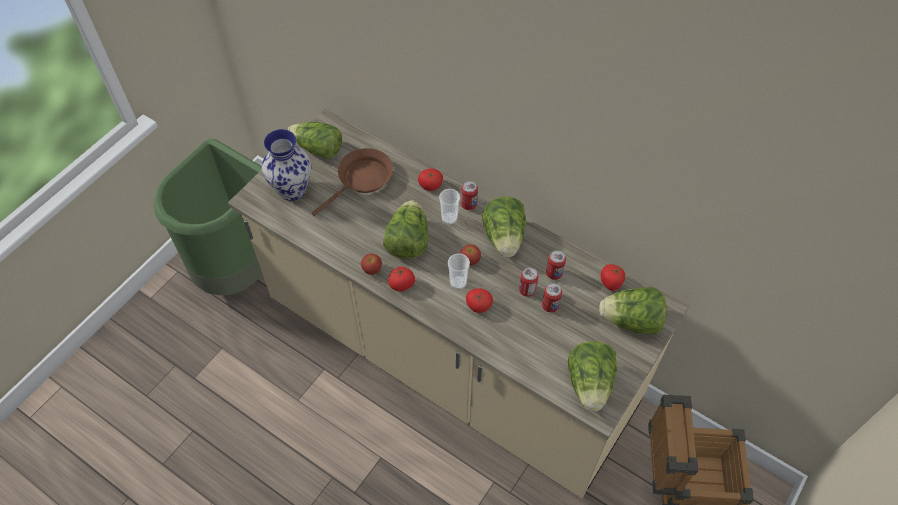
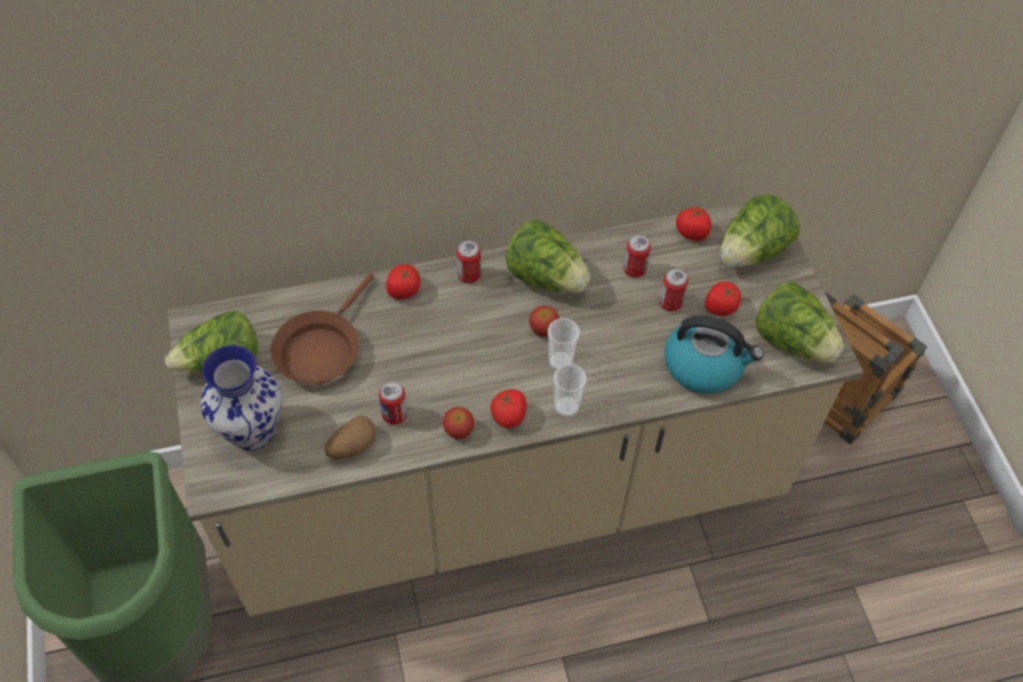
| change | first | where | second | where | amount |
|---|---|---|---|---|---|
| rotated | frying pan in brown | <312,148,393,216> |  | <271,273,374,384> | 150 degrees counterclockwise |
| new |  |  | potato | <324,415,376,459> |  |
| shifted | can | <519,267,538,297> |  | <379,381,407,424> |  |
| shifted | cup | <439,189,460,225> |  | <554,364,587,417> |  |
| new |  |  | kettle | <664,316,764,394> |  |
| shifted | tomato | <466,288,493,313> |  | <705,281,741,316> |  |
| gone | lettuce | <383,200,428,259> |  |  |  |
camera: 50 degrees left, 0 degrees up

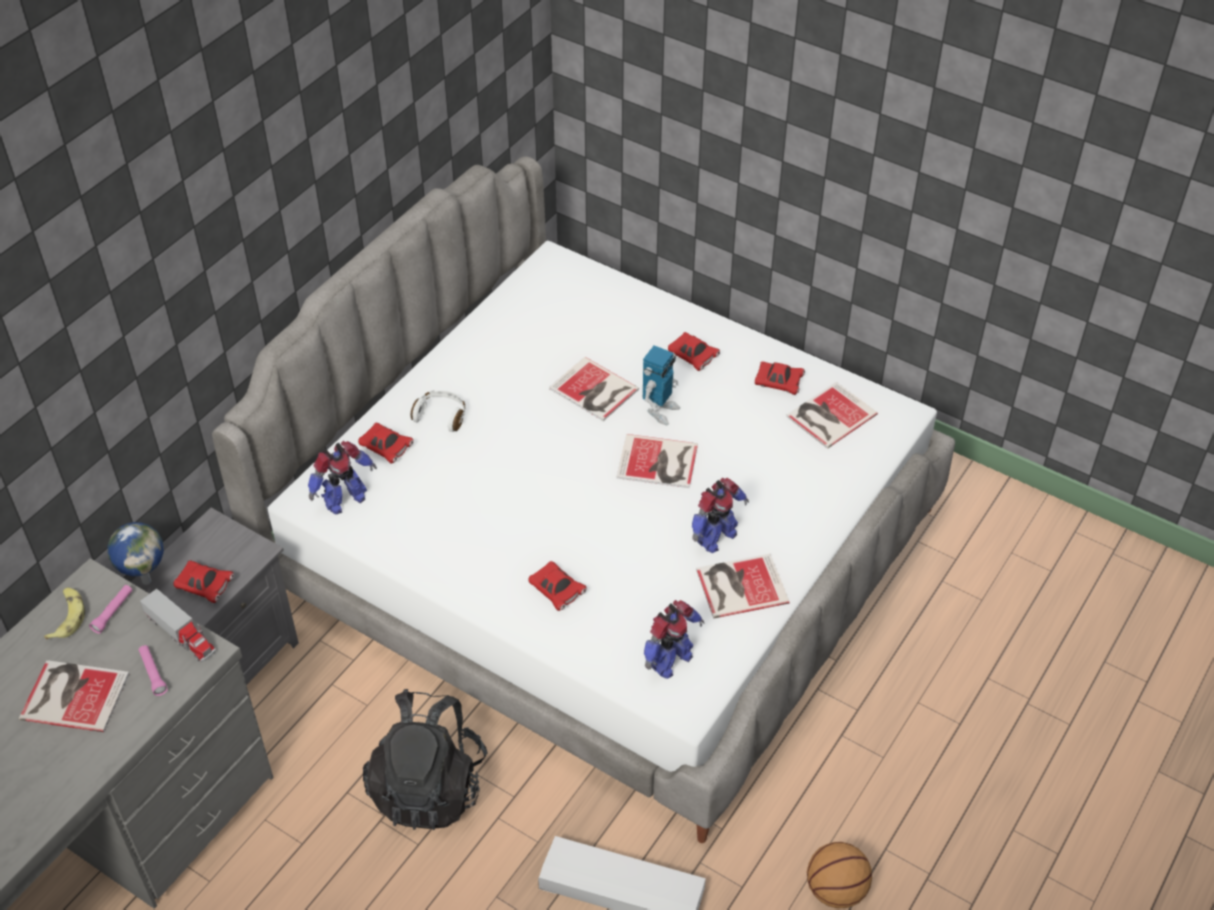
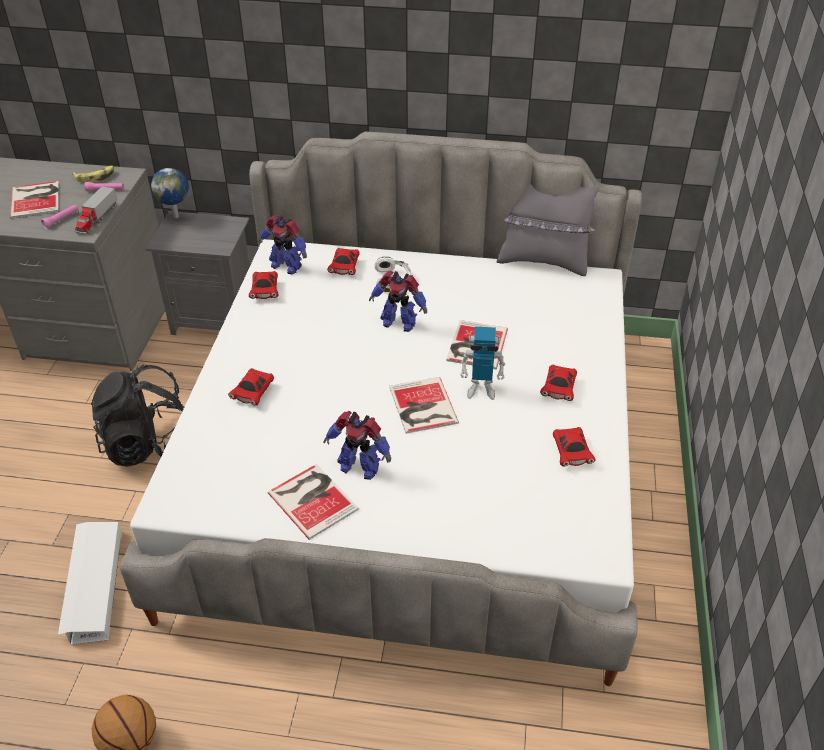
| change | first | where | second | where | amount |
|---|---|---|---|---|---|
| shifted | toy car in red | <173,561,234,603> |  | <249,271,279,299> |  |
| shifted | toy robot | <644,600,704,679> |  | <369,271,427,332> |  |
| new |  |  | pillow in grey | <497,184,599,276> |  |
| gone | book | <786,382,878,449> |  |  |  |
camera: 65 degrees right, 5 degrees down

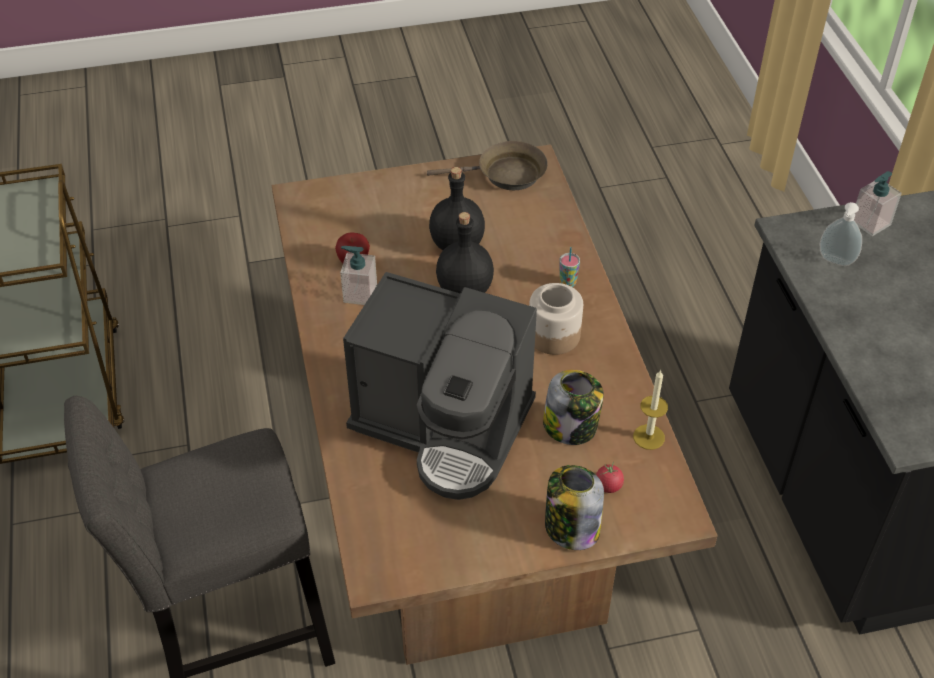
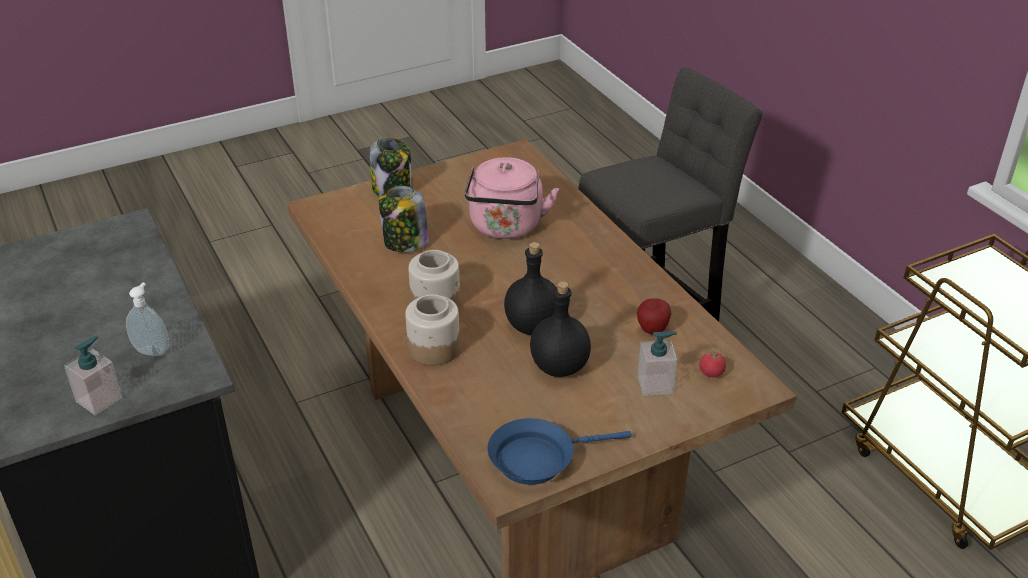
| change | first | where | second | where | amount |
|---|---|---|---|---|---|
| swapped | cup | <560,247,580,287> | jar | <405,294,460,366> |  |
| swapped | coffee machine | <343,272,537,500> | kettle in pink | <465,157,559,239> |  |
| repainted | frying pan in brown | <427,141,548,190> | frying pan in blue | <487,418,632,485> |  |
| shifted | soap dispenser | <340,246,377,305> |  | <638,331,677,396> |  |
| shifted | tomato | <596,462,624,493> |  | <699,349,726,377> |  |
| gone | candle | <633,369,668,450> |  |  |  |
camera: 165 degrees right, 10 degrees down

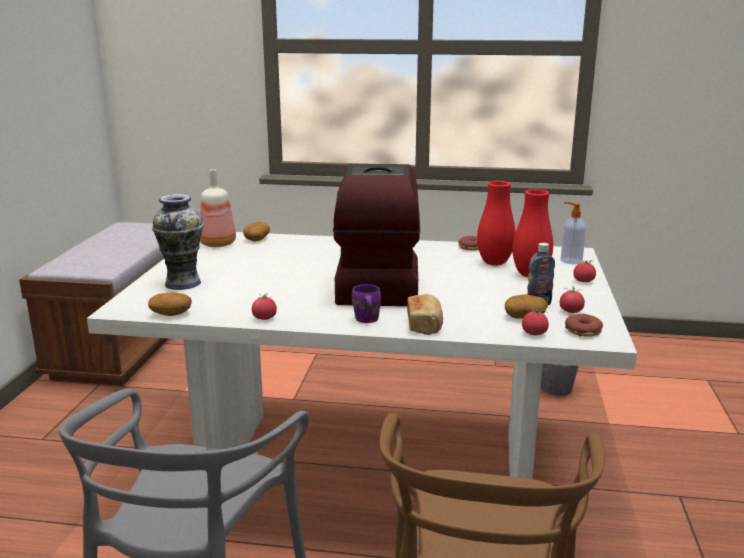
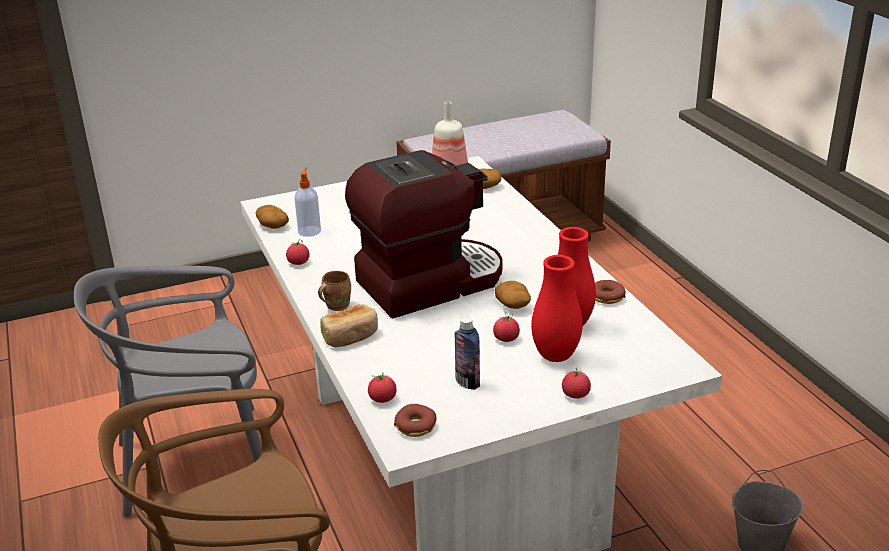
| change | first | where | second | where | amount |
|---|---|---|---|---|---|
| shifted | soap dispenser | <560,202,586,264> |  | <294,168,321,237> |  |
| repainted | mug in purple | <352,284,381,323> | mug in brown | <318,271,351,311> |  |
| shifted | tomato | <560,288,585,313> |  | <493,312,520,342> |  |
| shifted | potato | <505,294,548,319> |  | <495,281,531,309> |  |
| gone | vase | <152,194,204,290> |  |  |  |
camera: 60 degrees right, 10 degrees up

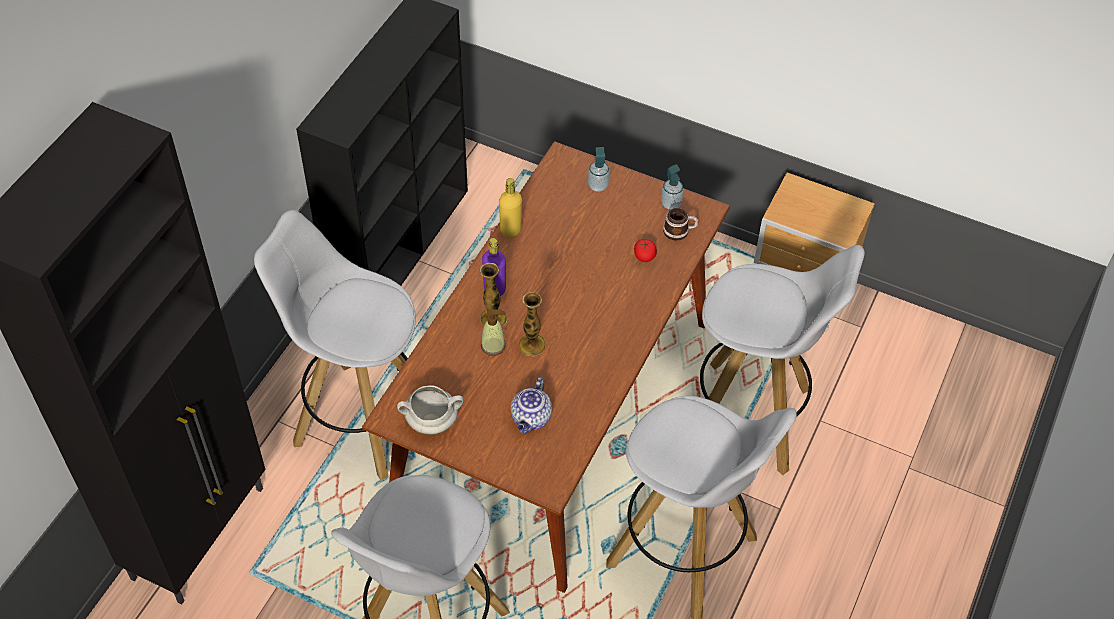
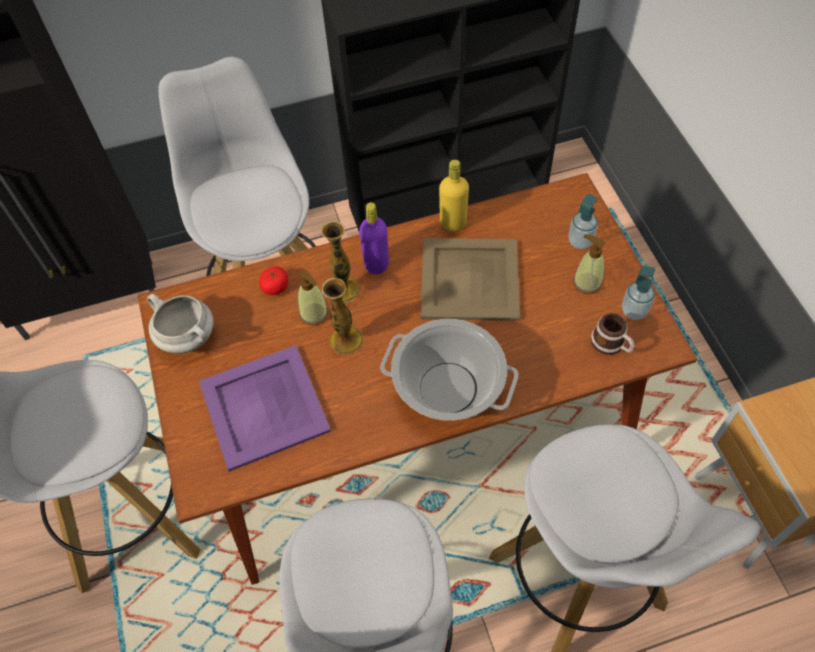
| change | first | where | second | where | amount |
|---|---|---|---|---|---|
| swapped | teapot | <511,377,552,434> | tray in purple | <199,345,331,472> |  |
| shifted | tomato | <634,239,657,262> |  | <259,266,288,295> |  |
| new |  |  | cooking pot | <380,319,518,421> |  |
| new |  |  | tray in beige | <421,238,520,321> |  |
| new |  |  | soap dispenser | <573,234,606,294> |  |
camera: 50 degrees right, 5 degrees up

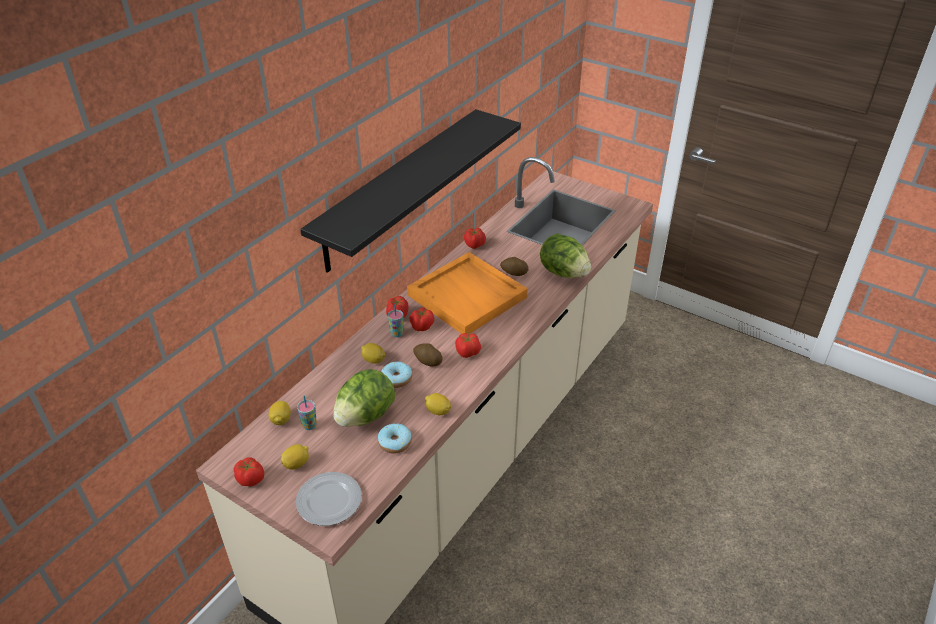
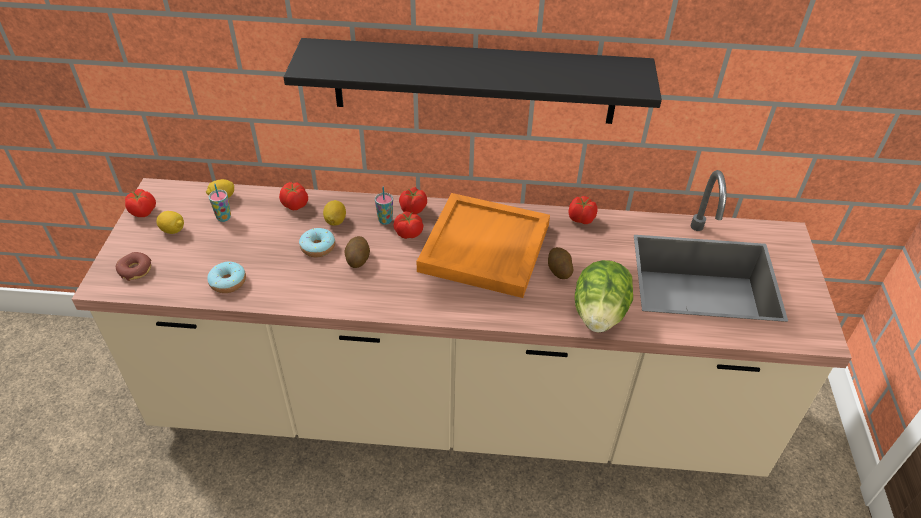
| change | first | where | second | where | amount |
|---|---|---|---|---|---|
| swapped | plate | <296,472,362,526> | donut | <116,252,151,281> |  |
| shifted | tomato | <455,333,481,358> |  | <279,182,308,210> |  |
| gone | lettuce | <333,369,395,427> |  |  |  |
| gone | lemon | <425,393,451,415> |  |  |  |
camera: 60 degrees right, 5 degrees up

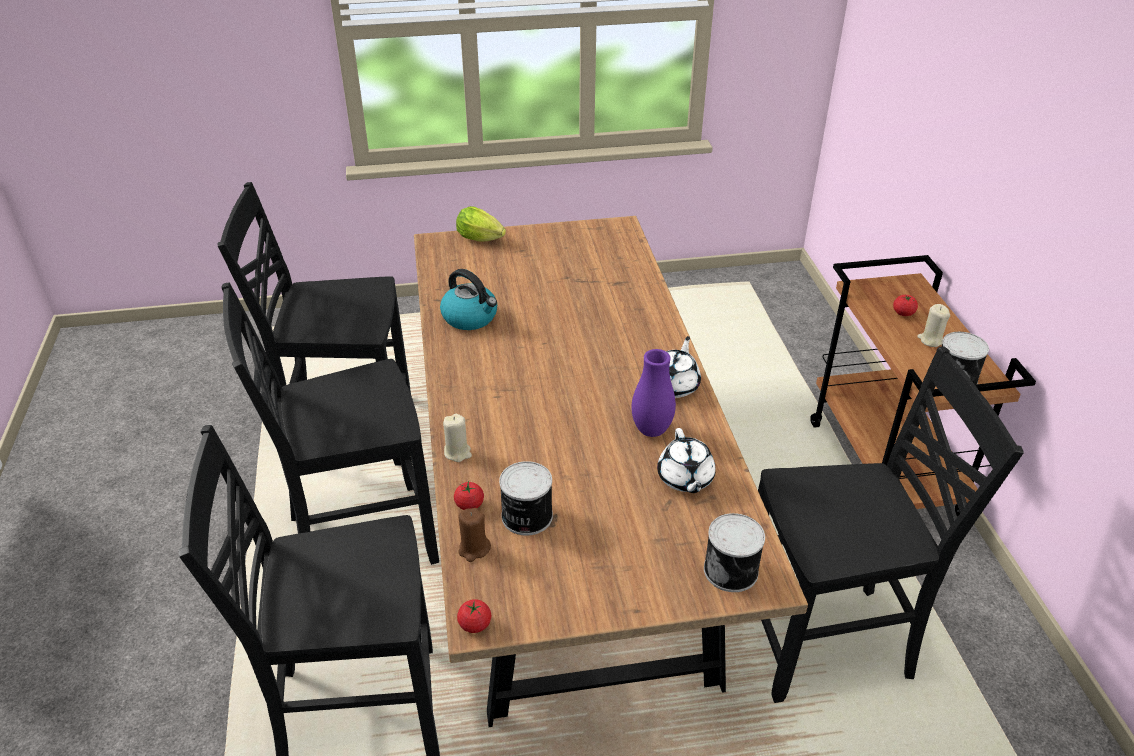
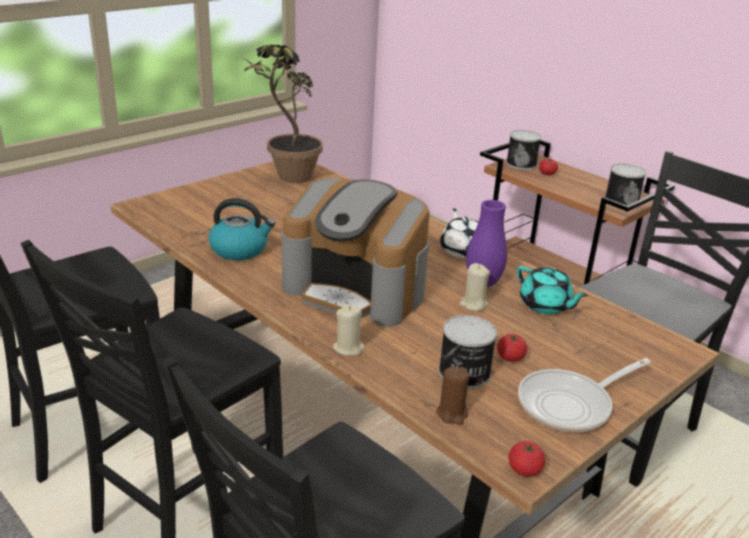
| change | first | where | second | where | amount |
|---|---|---|---|---|---|
| new |  |  | potted plant | <241,45,323,183> |  |
| new |  |  | coffee machine | <281,178,430,327> |  |
| shifted | candle in beige | <917,304,950,347> |  | <459,263,490,311> |  |
| shifted | tomato | <454,481,484,510> |  | <497,334,527,362> |  |
| shifted | can | <704,513,765,592> |  | <506,130,541,170> |  |
| repainted | teapot in white | <657,428,716,493> | teapot in turquoise | <517,266,588,314> |  |
| new |  |  | frying pan | <518,358,651,433> |  |
| gone | lettuce | <456,206,506,242> |  |  |  |
camera: 35 degrees left, 10 degrees down

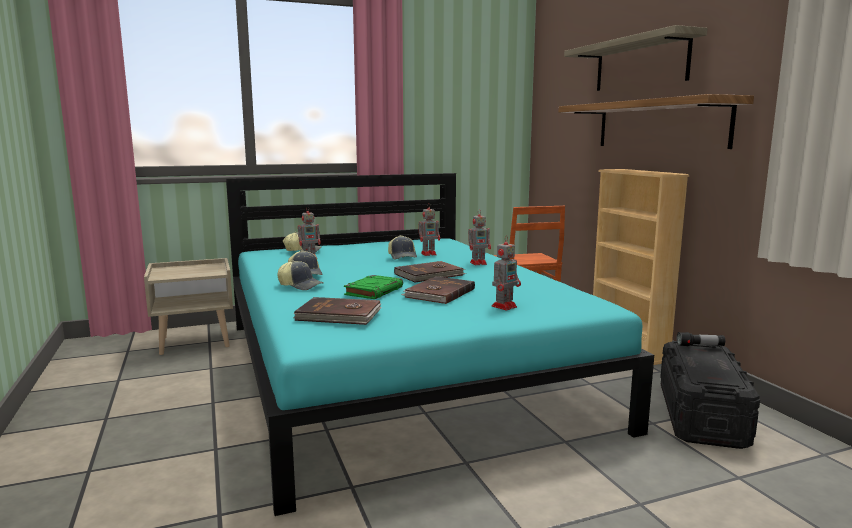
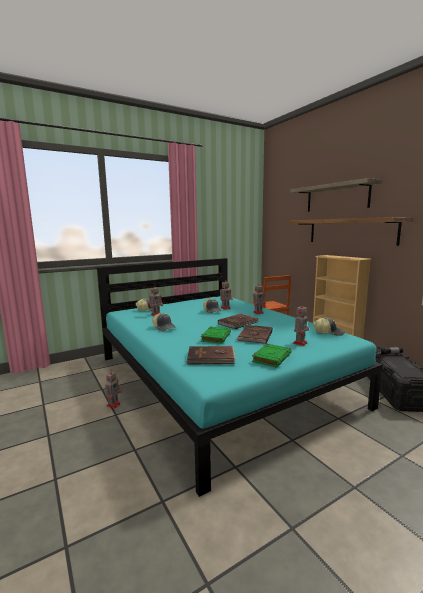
| change | first | where | second | where | amount |
|---|---|---|---|---|---|
| new |  |  | toy robot | <105,369,121,408> |  |
| new |  |  | book in green | <252,344,291,368> |  |
| shifted | cap | <277,261,324,290> |  | <313,318,345,336> |  |
| gone | nightstand in beige | <144,258,233,355> |  |  |  |
camera: 10 degrees left, 0 degrees up

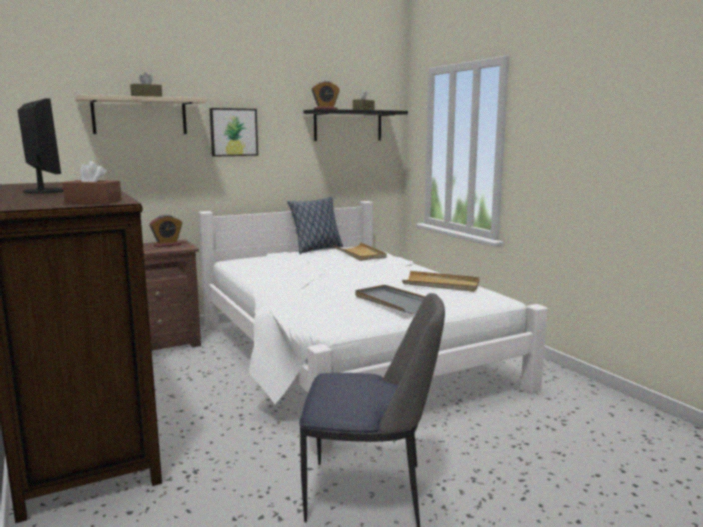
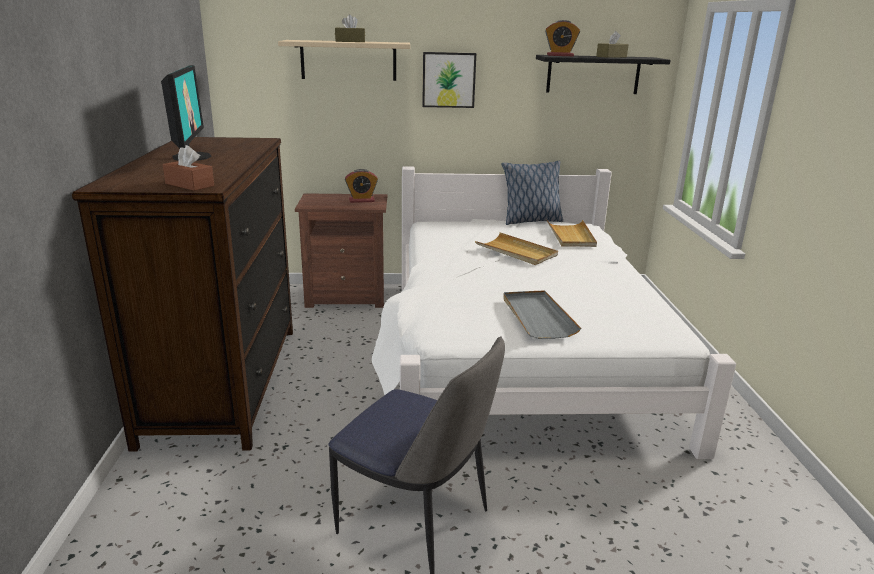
| change | first | where | second | where | amount |
|---|---|---|---|---|---|
| shifted | tray in beige | <402,271,480,292> |  | <475,232,558,265> |  |
camera: 25 degrees right, 10 degrees up

